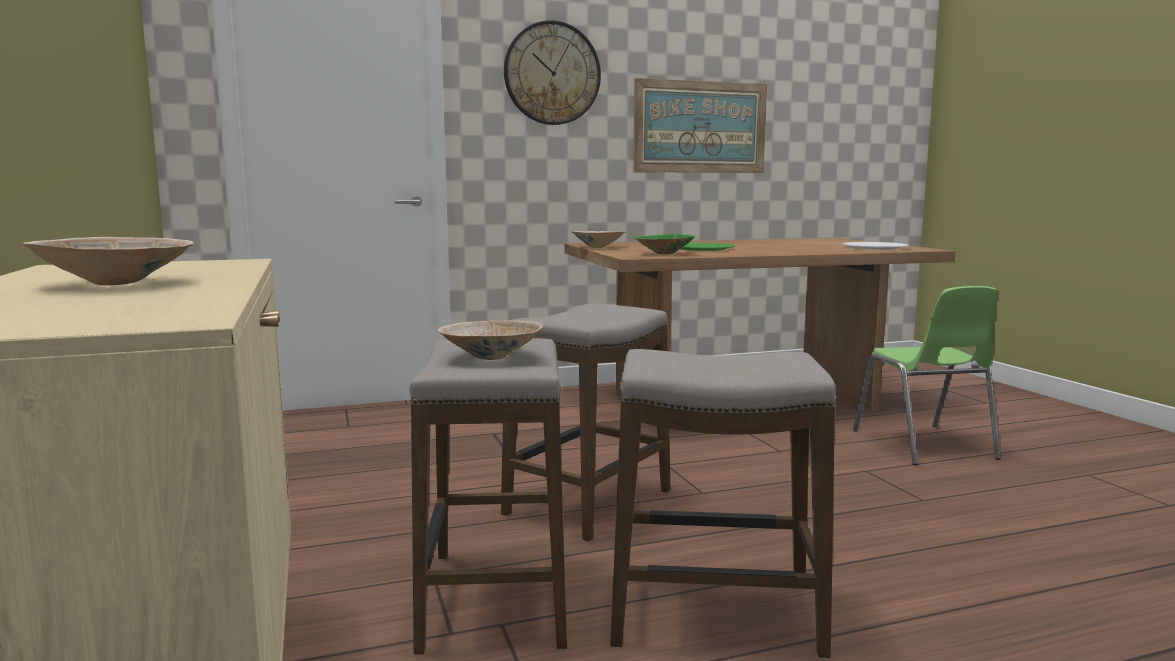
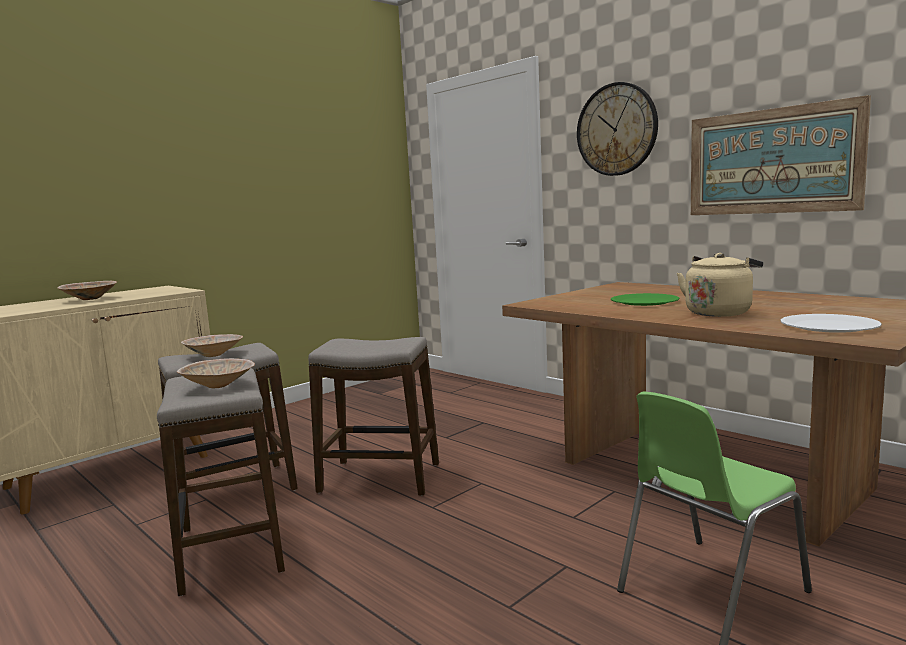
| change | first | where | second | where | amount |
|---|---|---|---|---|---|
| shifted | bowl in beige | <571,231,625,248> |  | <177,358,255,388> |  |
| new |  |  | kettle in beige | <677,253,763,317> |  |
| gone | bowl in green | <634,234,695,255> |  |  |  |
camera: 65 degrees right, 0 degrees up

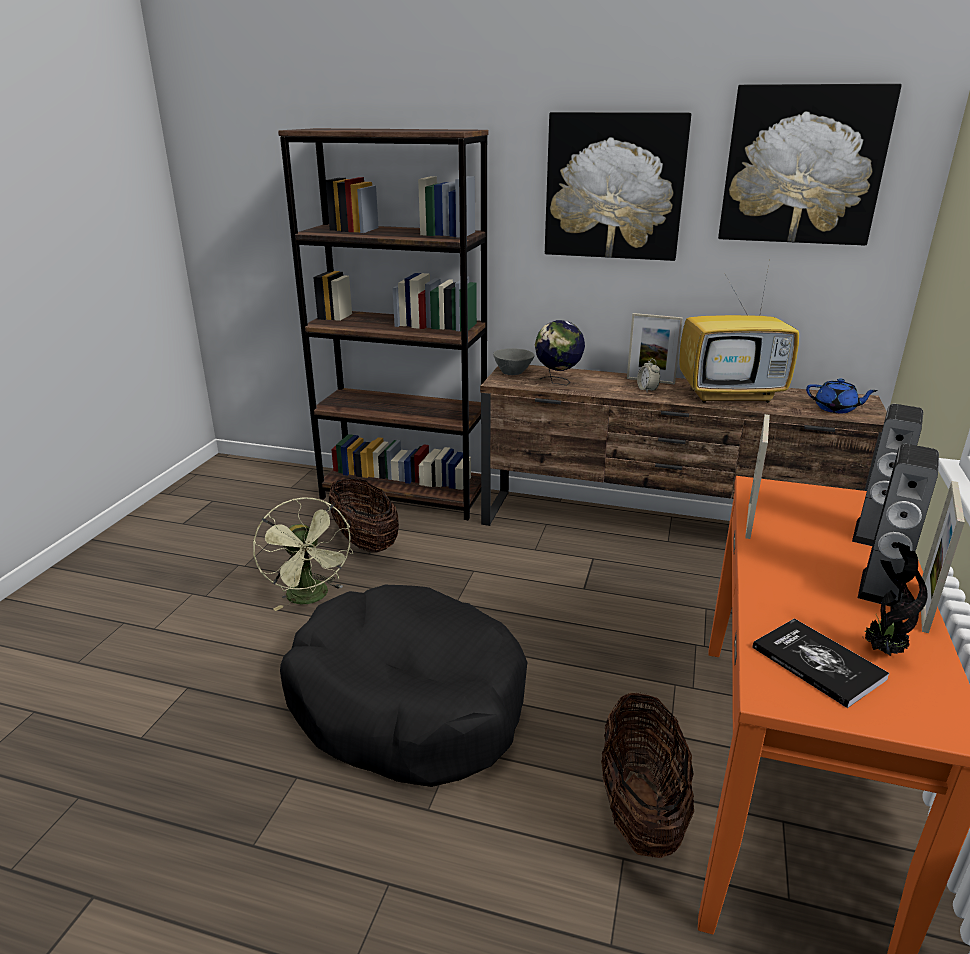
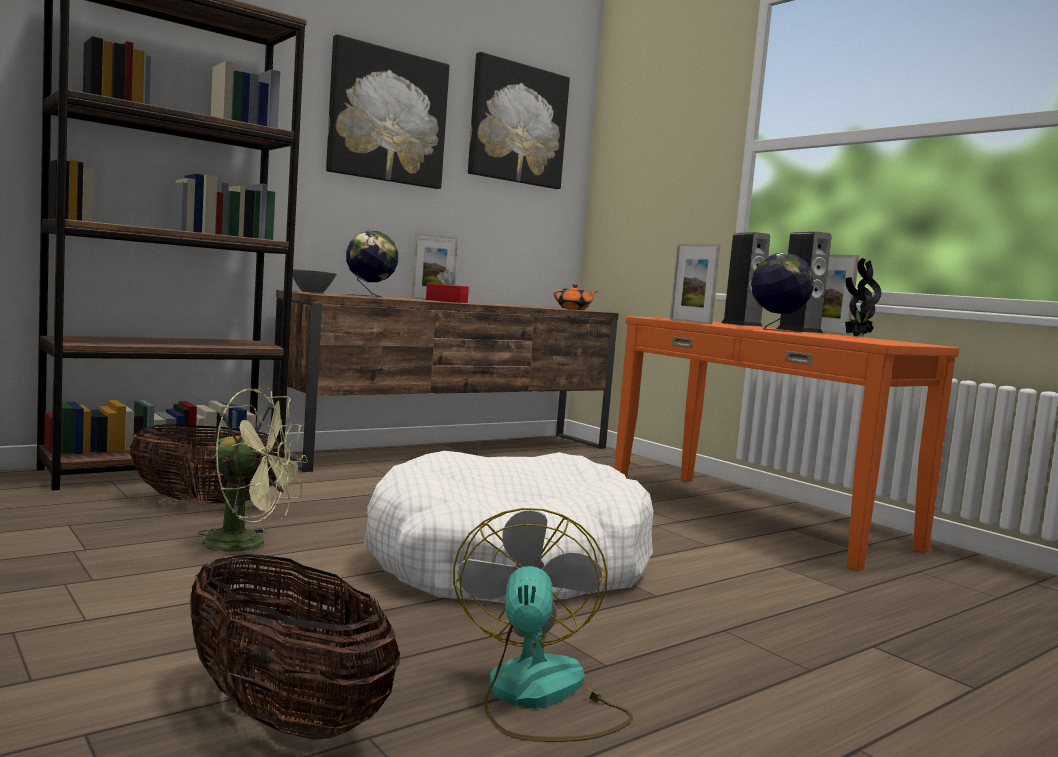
| change | first | where | second | where | amount |
|---|---|---|---|---|---|
| shifted | basket | <601,692,694,858> |  | <190,554,400,740> |  |
| repainted | dog bed in black | <280,585,527,787> | dog bed in white | <364,451,653,603> |  |
| swapped | alarm clock | <637,359,660,392> | tissue box in red | <426,269,469,303> |  |
| new |  |  | fan | <453,508,633,742> |  |
| repainted | teapot in blue | <806,379,878,413> | teapot in orange | <554,284,598,310> |  |
| new |  |  | globe | <751,253,814,333> |  |
| gone | television | <679,258,799,403> |  |  |  |
| gone | book | <753,618,889,708> |  |  |  |
camera: 55 degrees left, 20 degrees down

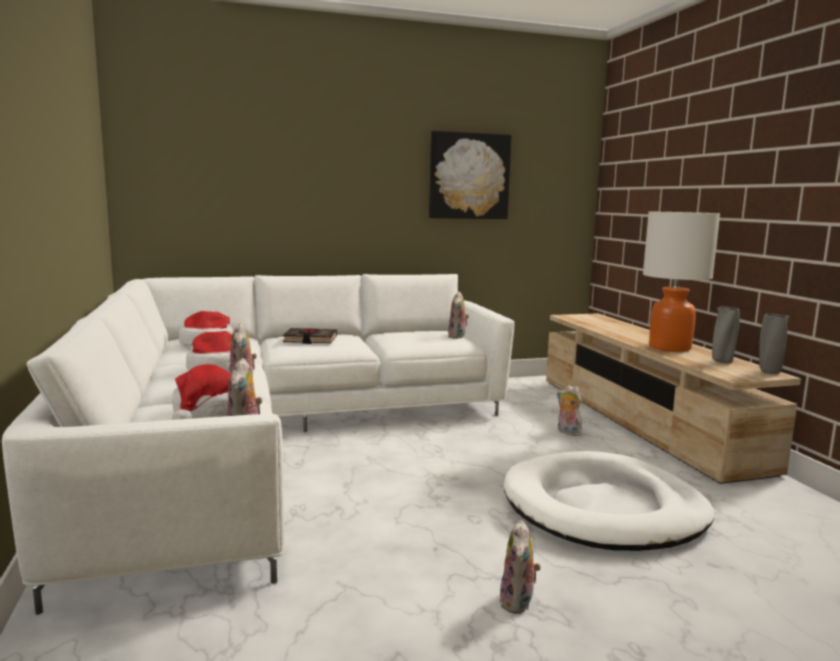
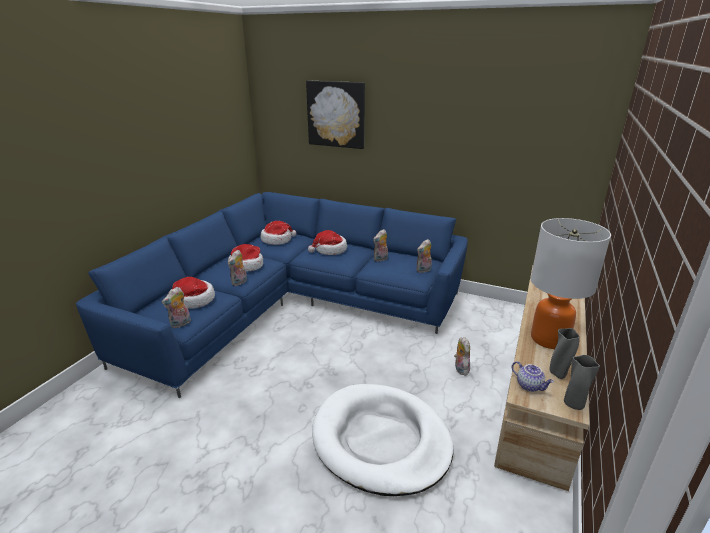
| change | first | where | second | where | amount |
|---|---|---|---|---|---|
| repainted | sofa in white | <2,274,515,615> | sofa in blue | <76,192,468,398> |  |
| shifted | picture | <429,131,512,219> |  | <306,81,365,149> |  |
| swapped | book in black | <283,328,337,344> | hat | <308,230,347,255> |  |
| shifted | plush toy | <499,520,541,614> |  | <373,229,388,262> |  |
| new |  |  | teapot | <512,361,554,392> |  |
camera: 40 degrees right, 15 degrees up

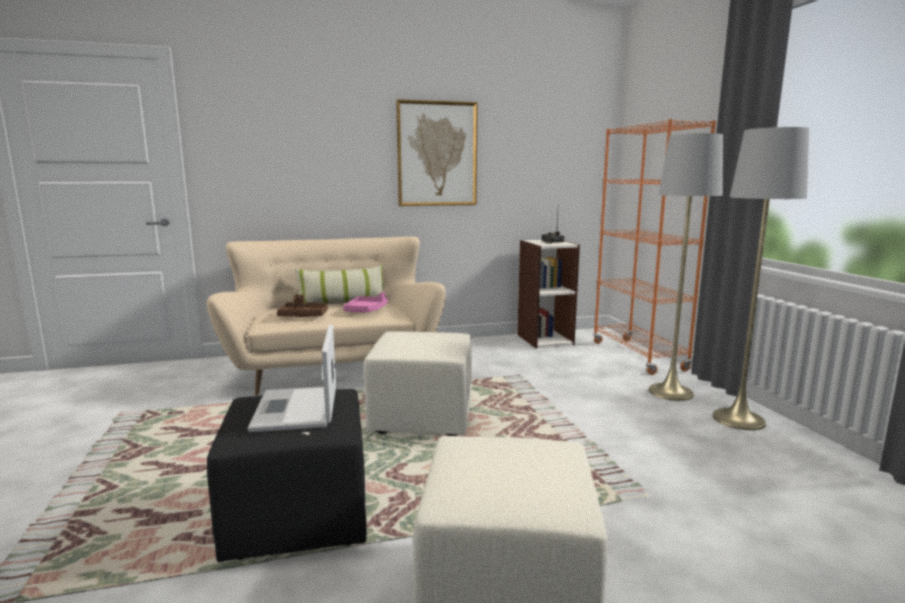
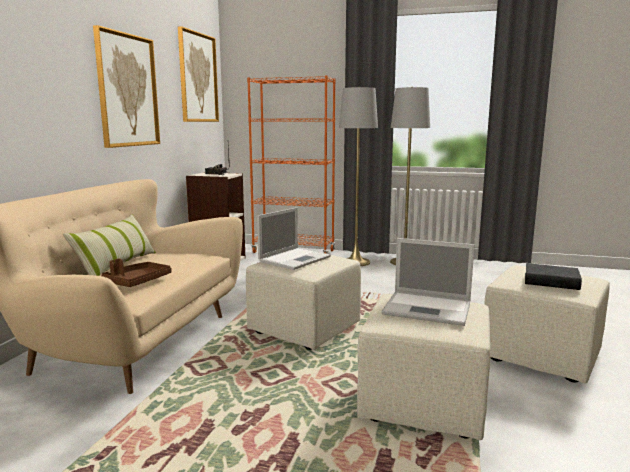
| change | first | where | second | where | amount |
|---|---|---|---|---|---|
| new |  |  | picture | <178,26,219,122> |  |
| new |  |  | laptop | <257,207,331,270> |  |
| repainted | ottoman in black | <207,389,367,562> | ottoman in beige | <357,294,491,440> |  |
| new |  |  | book in black | <525,263,582,290> |  |
| gone | tray in pink | <343,292,388,313> |  |  |  |
camera: 60 degrees left, 0 degrees up

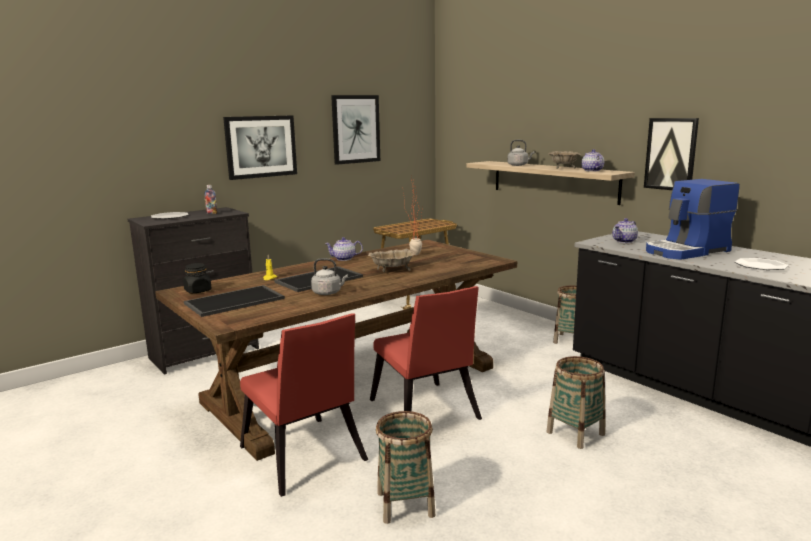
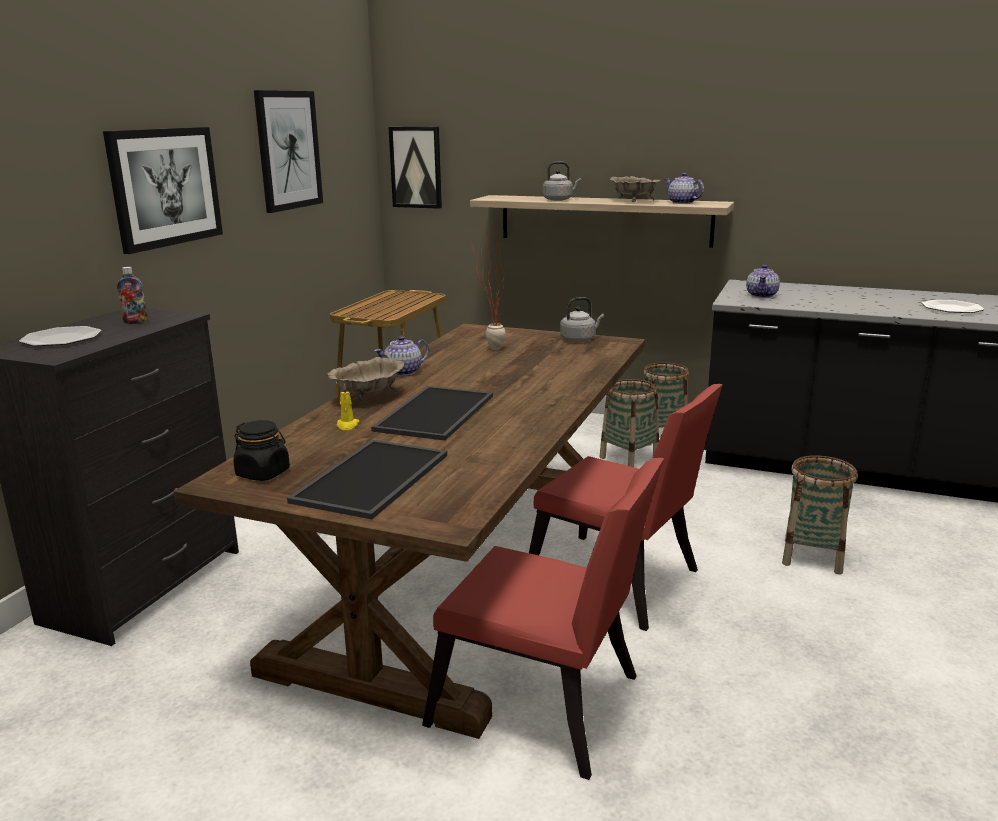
| change | first | where | second | where | amount |
|---|---|---|---|---|---|
| shifted | bowl in beige | <368,249,417,272> |  | <327,357,404,403> |  |
| shifted | picture | <644,118,699,190> |  | <389,127,442,209> |  |
| shifted | kettle in grey | <311,258,348,295> |  | <560,297,604,342> |  |
| shifted | basket | <376,411,435,524> |  | <600,379,659,467> |  |
| gone | coffee machine | <646,179,740,260> |  |  |  |
camera: 30 degrees left, 5 degrees up

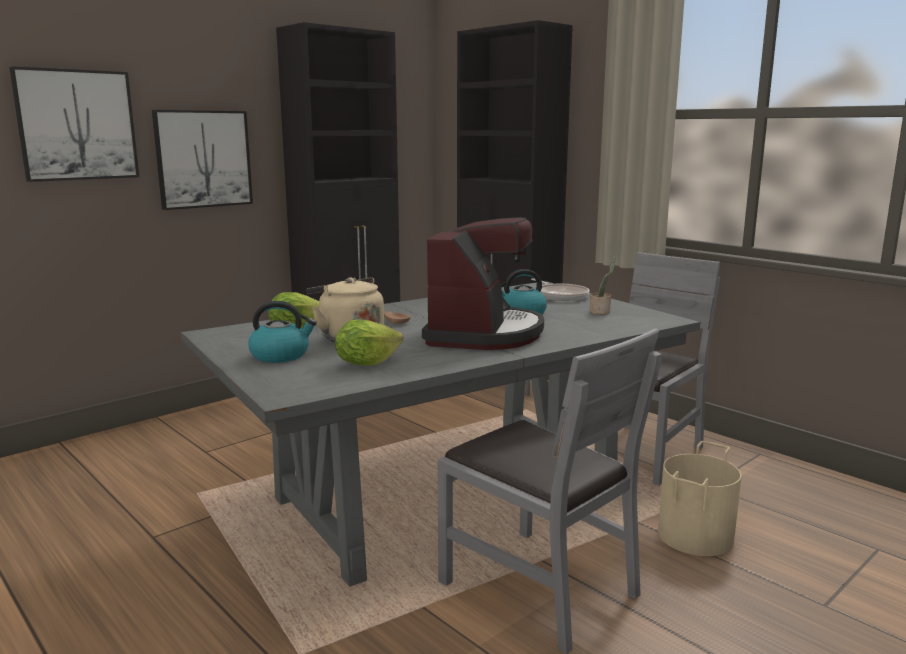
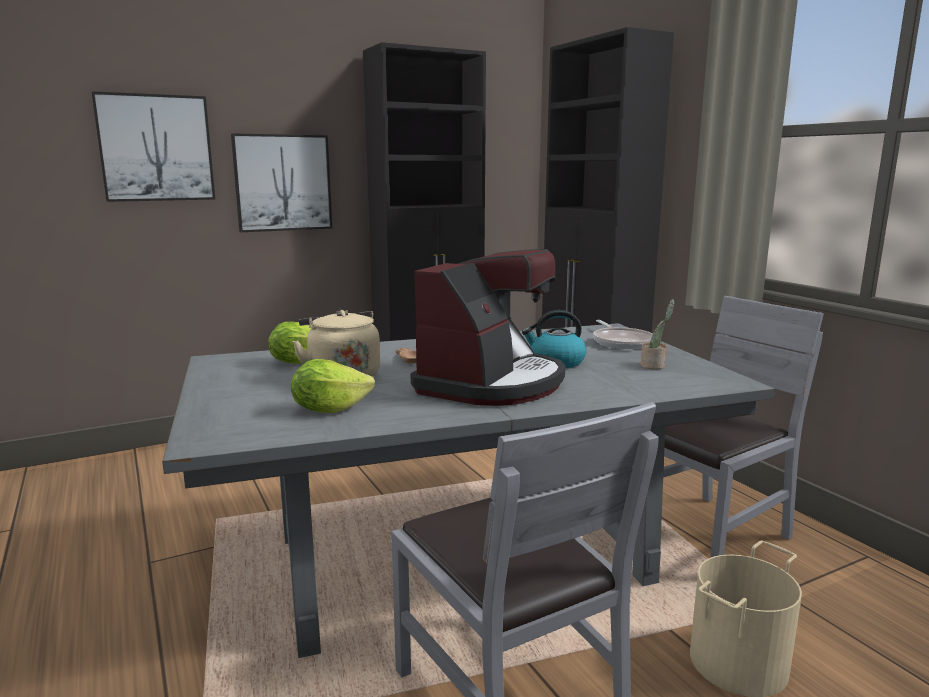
| change | first | where | second | where | amount |
|---|---|---|---|---|---|
| gone | kettle | <248,301,317,363> |  |  |  |
camera: 15 degrees right, 0 degrees up

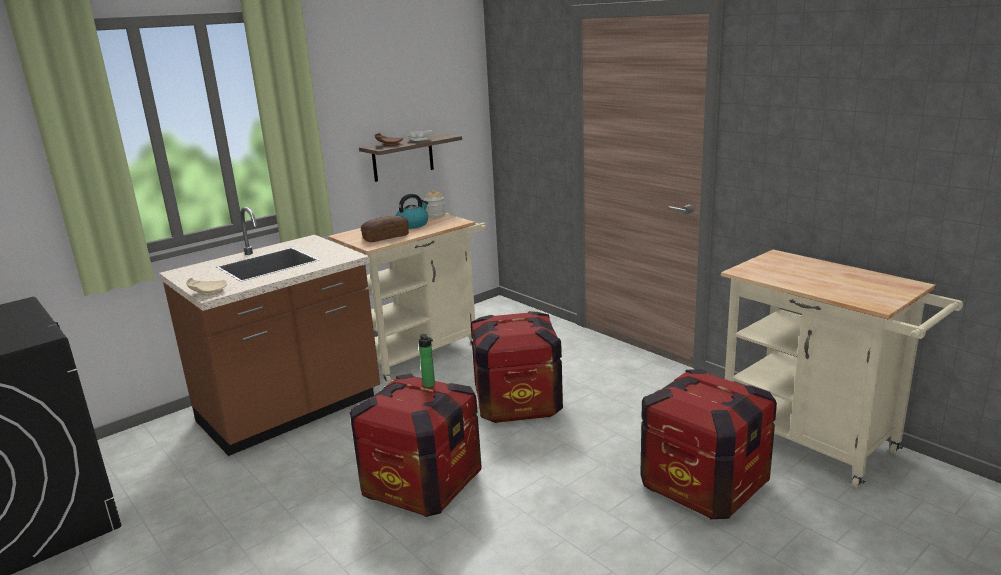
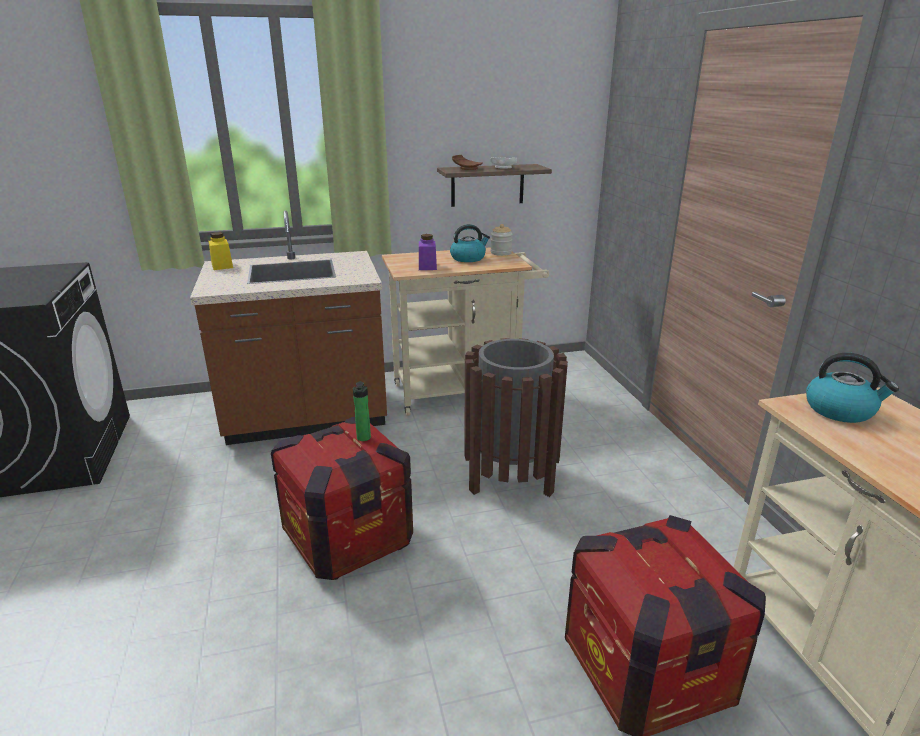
| change | first | where | second | where | amount |
|---|---|---|---|---|---|
| new |  |  | jar in yellow | <208,232,233,270> |  |
| swapped | bread | <361,216,409,242> | jar in purple | <419,234,437,270> |  |
| swapped | crate | <471,311,563,423> | trash can in brown | <464,338,568,497> |  |
| new |  |  | kettle | <806,353,899,423> |  |
| gone | plate in beige | <186,278,227,296> |  |  |  |
camera: 25 degrees right, 5 degrees up

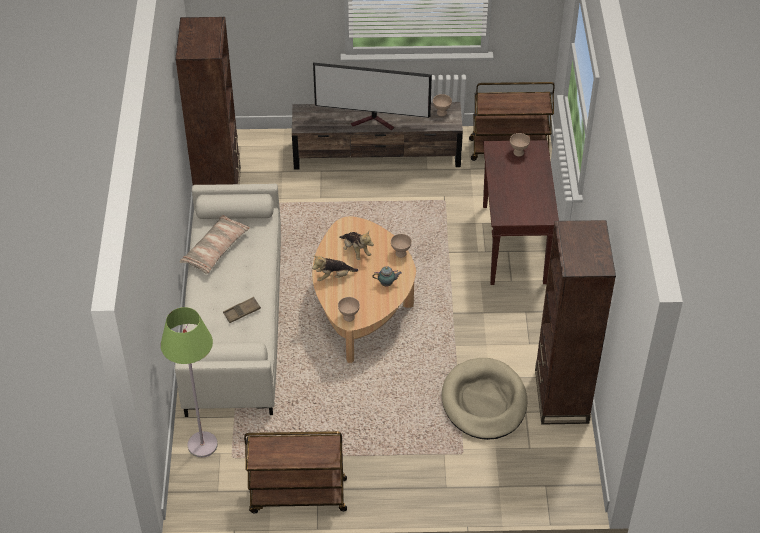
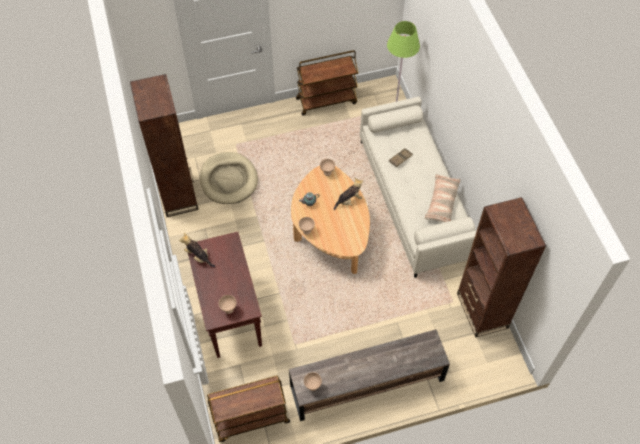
| change | first | where | second | where | amount |
|---|---|---|---|---|---|
| shifted | plush toy | <339,232,374,260> |  | <179,233,215,267> |  |
| gone | television | <313,62,432,130> |  |  |  |
camera: 165 degrees right, 10 degrees up

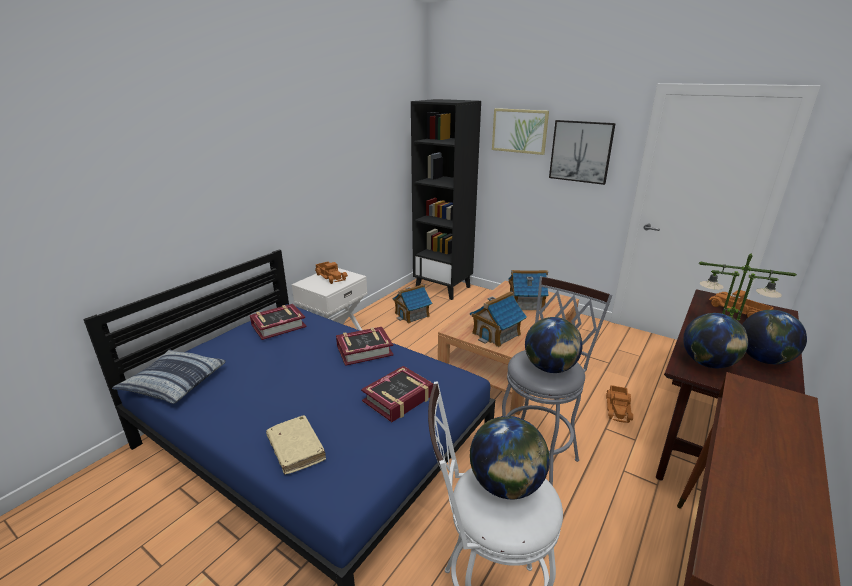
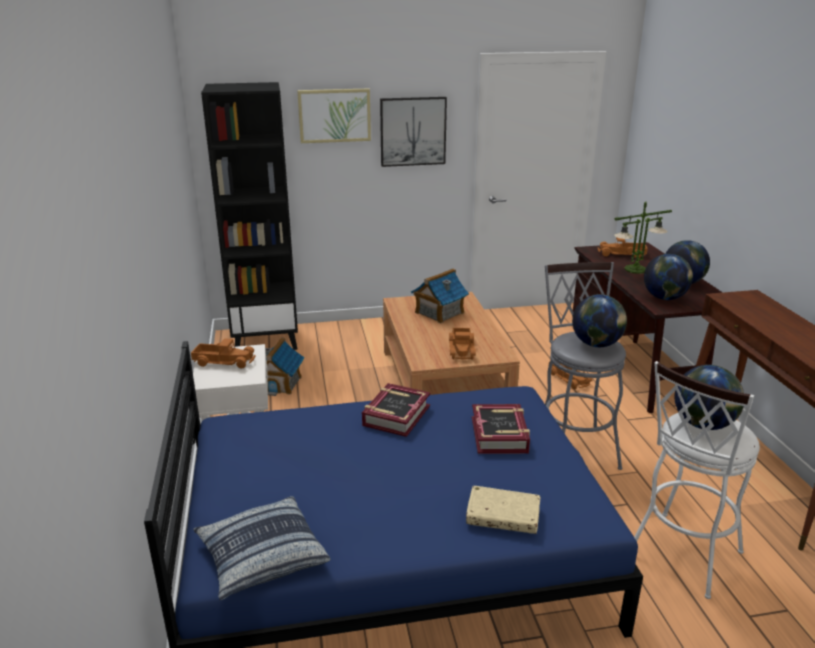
| change | first | where | second | where | amount |
|---|---|---|---|---|---|
| swapped | toy house | <470,291,527,347> | toy truck | <449,328,476,360> |  |
| gone | book | <250,304,306,340> |  |  |  |
camera: 45 degrees left, 0 degrees up

